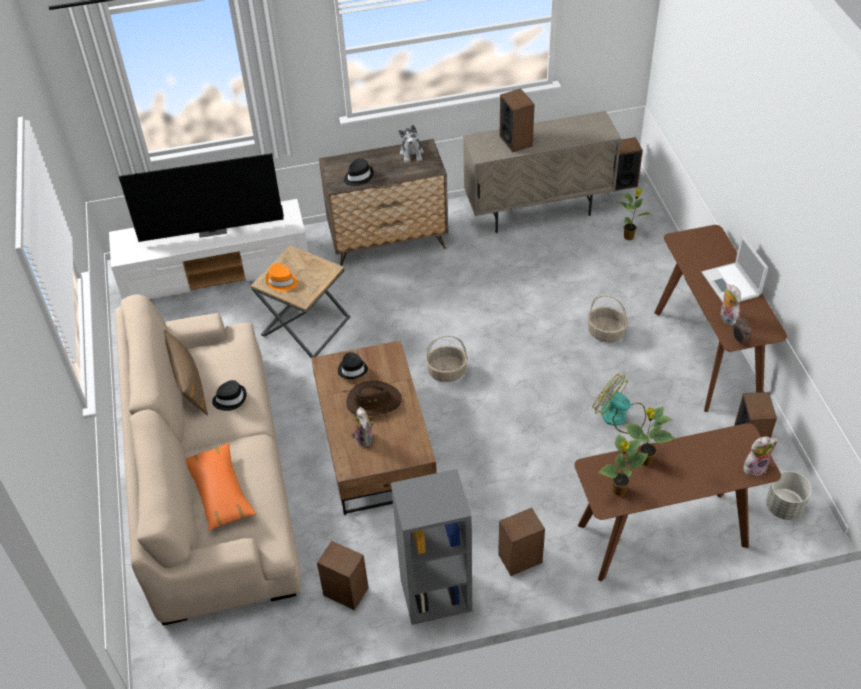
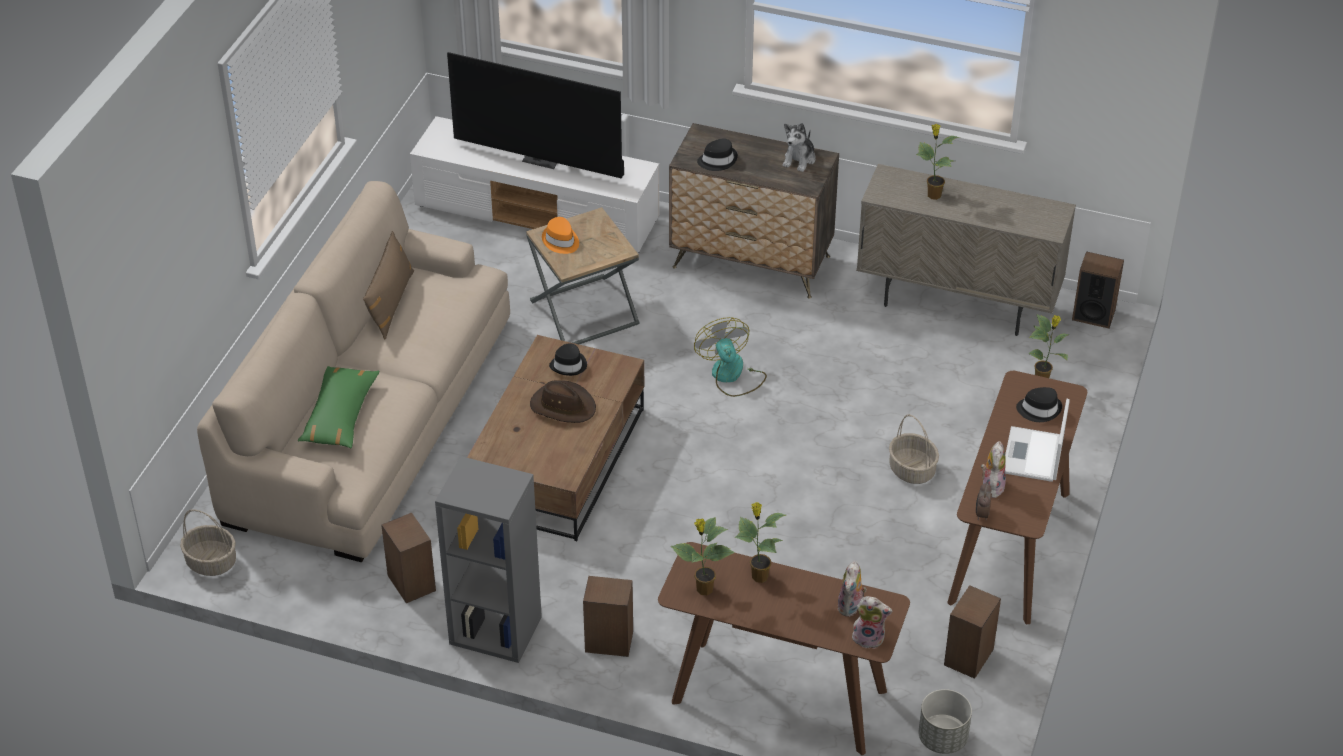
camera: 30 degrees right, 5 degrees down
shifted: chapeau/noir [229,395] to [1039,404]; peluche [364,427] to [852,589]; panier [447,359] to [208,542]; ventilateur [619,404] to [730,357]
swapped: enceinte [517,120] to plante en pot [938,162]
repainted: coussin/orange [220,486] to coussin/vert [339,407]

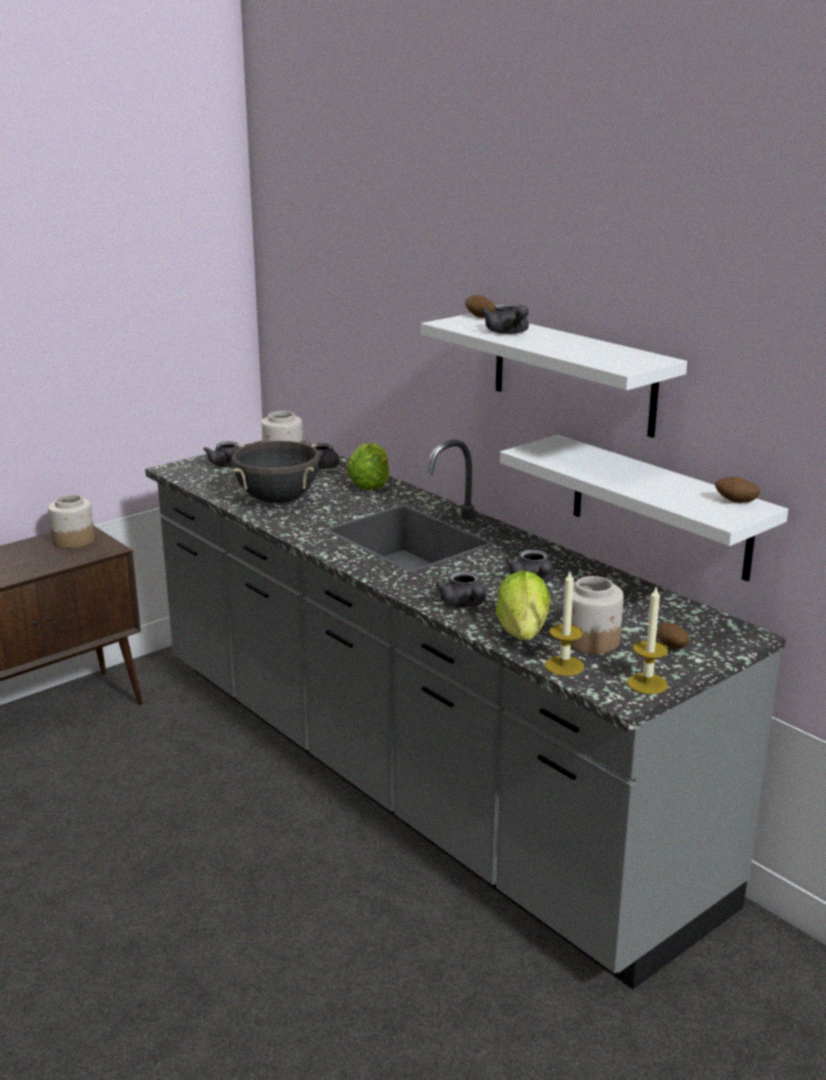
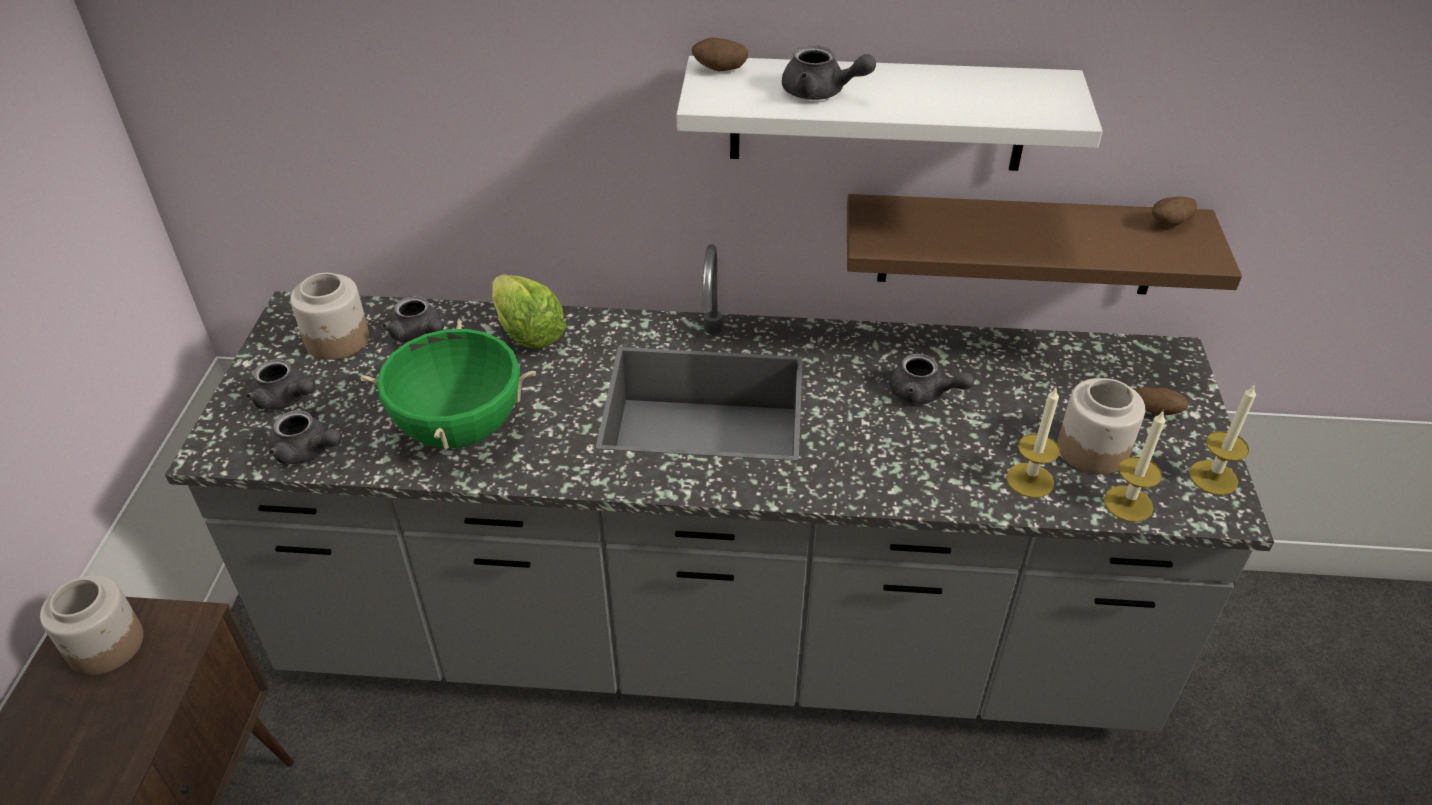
camera: 45 degrees left, 20 degrees up
shifted: théière/gris [461,589] to [305,437]
swapped: laitue [523,605] to bougie [1033,443]
repainted: marmite/noir [276,472] to marmite/vert [448,384]; étagère/blanc [644,508] to étagère/marron [1044,244]

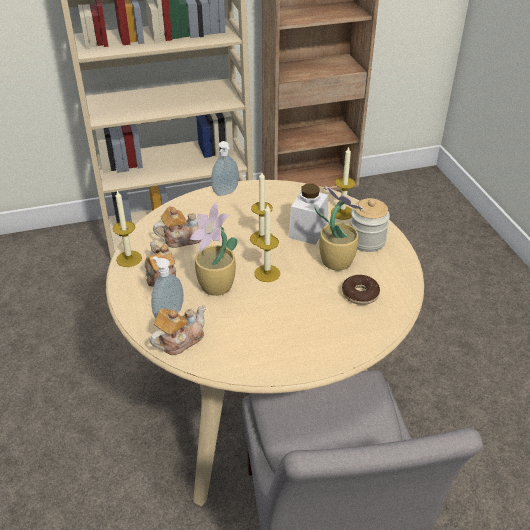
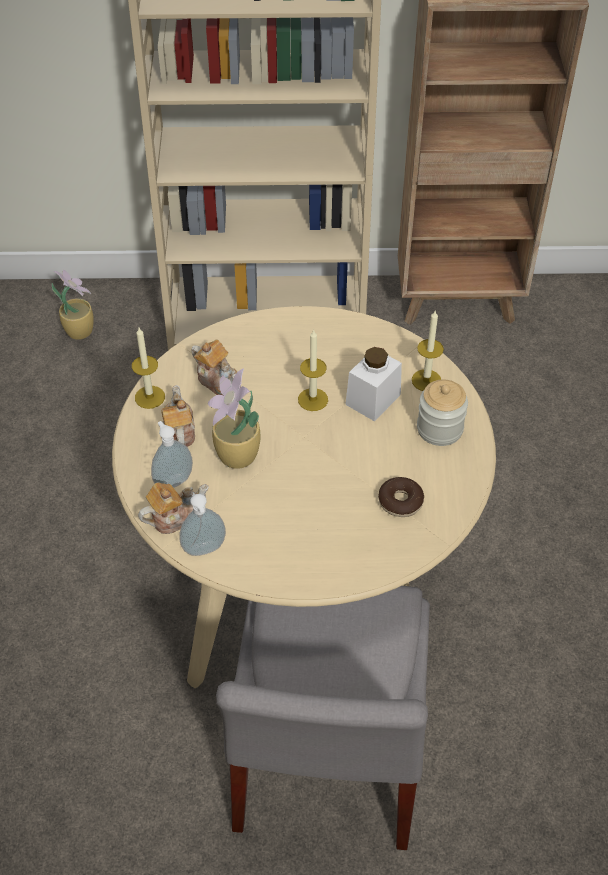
camera: 15 degrees right, 10 degrees up
gone: bougie [267,243]
shifted: distributeur de savon [225,168] to [202,525]; plante en pot [339,228] to [73,305]
rotated: théière [180,227] = [214,367] 45 degrees clockwise

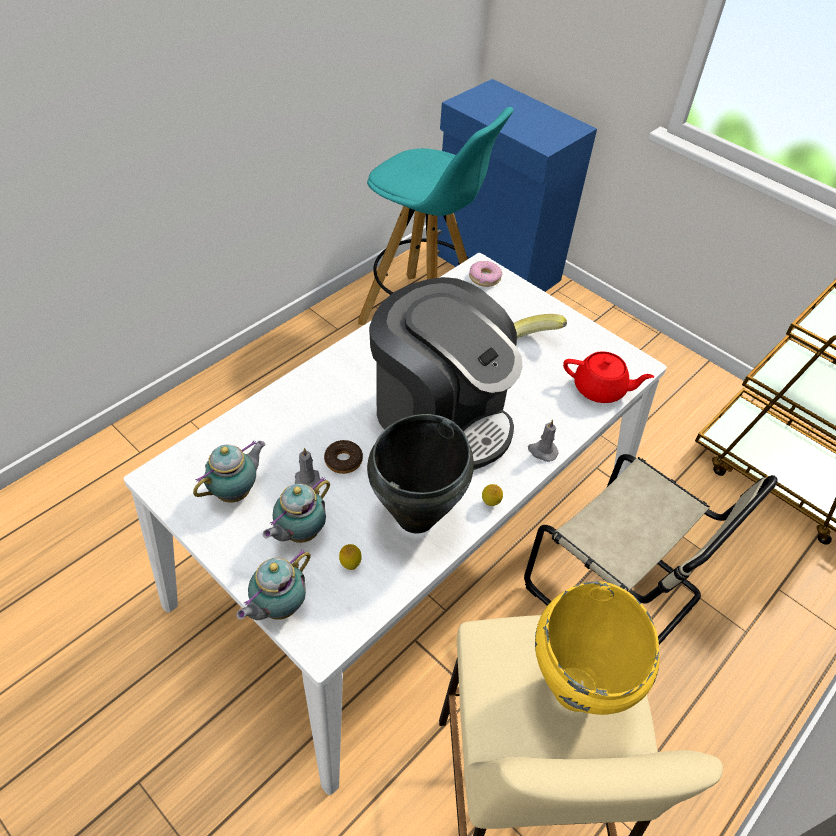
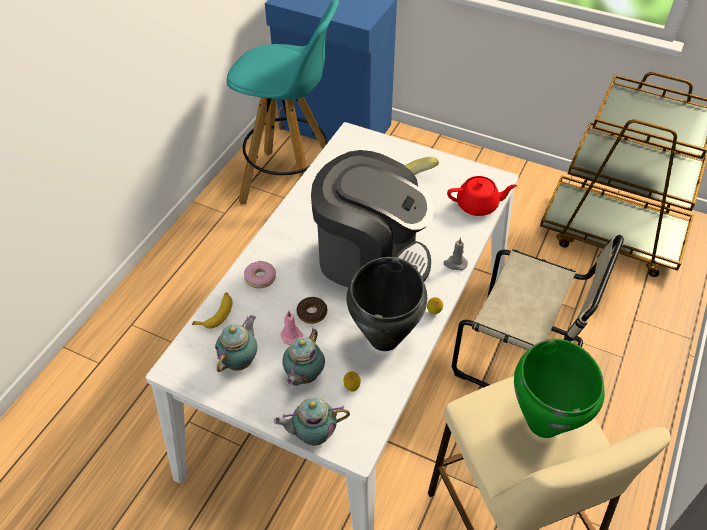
camera: 15 degrees left, 0 degrees up
new: banane [212,310]
shifted: beignet [485,274] to [260,274]
repainted: bougie/gris [308,468] to bougie/rose [291,328]; marmite/jaune [597,648] to marmite/vert [559,388]
rotated: théière [273,584] = [312,421] 60 degrees clockwise

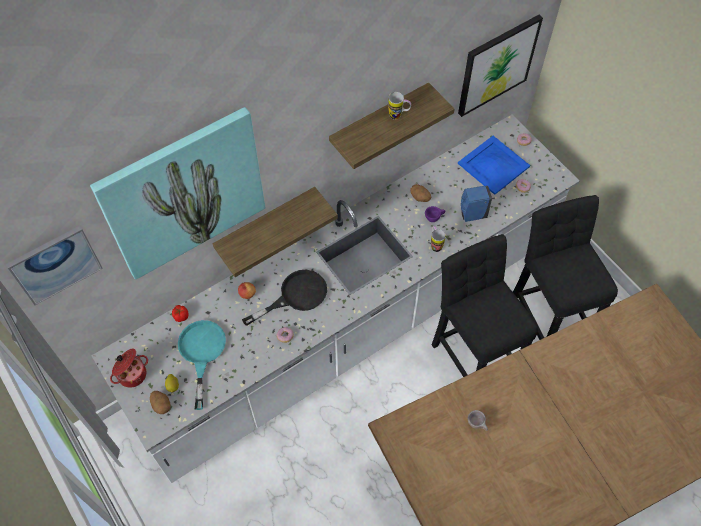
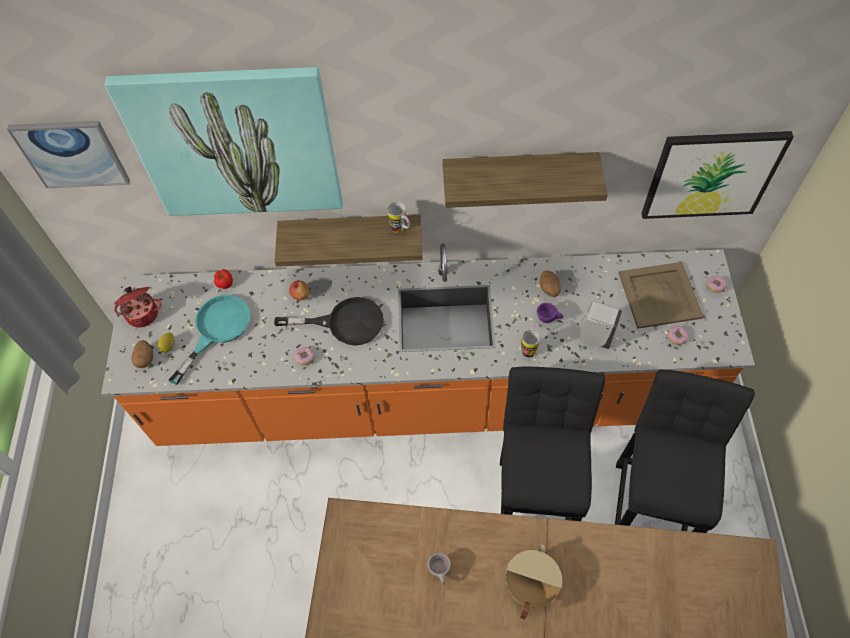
camera: 35 degrees right, 0 degrees up
new: marmite/beige [534,582]
shifted: mug [399,106] to [398,217]
repainted: comptoir de cuisine/blanc [335,299] to comptoir de cuisine/orange [428,345]; plateau/bleu [494,165] to plateau/beige [661,295]; distributeur de savon/bleu [476,204] to distributeur de savon/blanc [601,325]

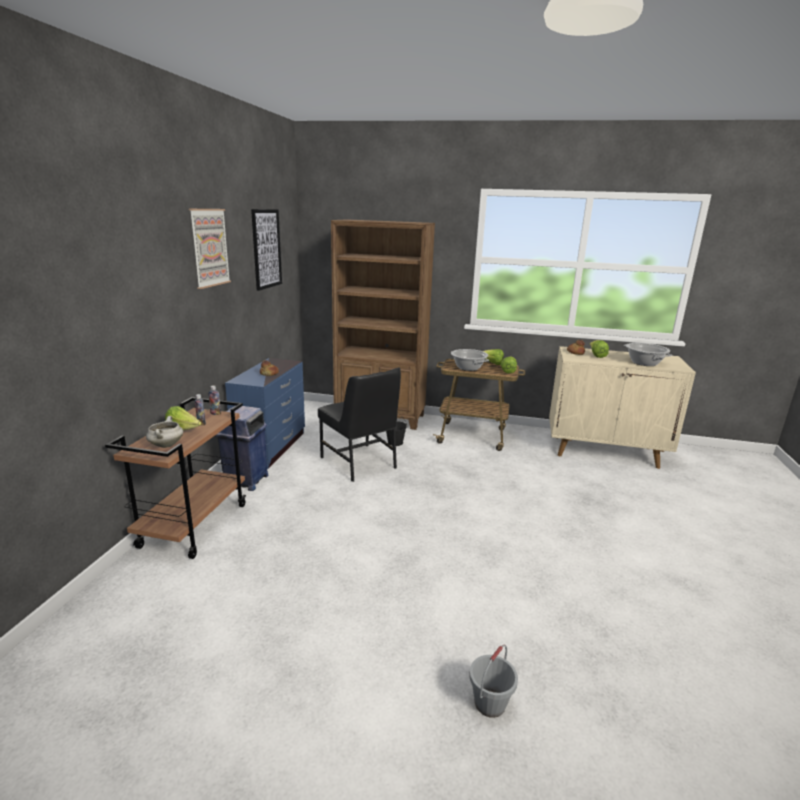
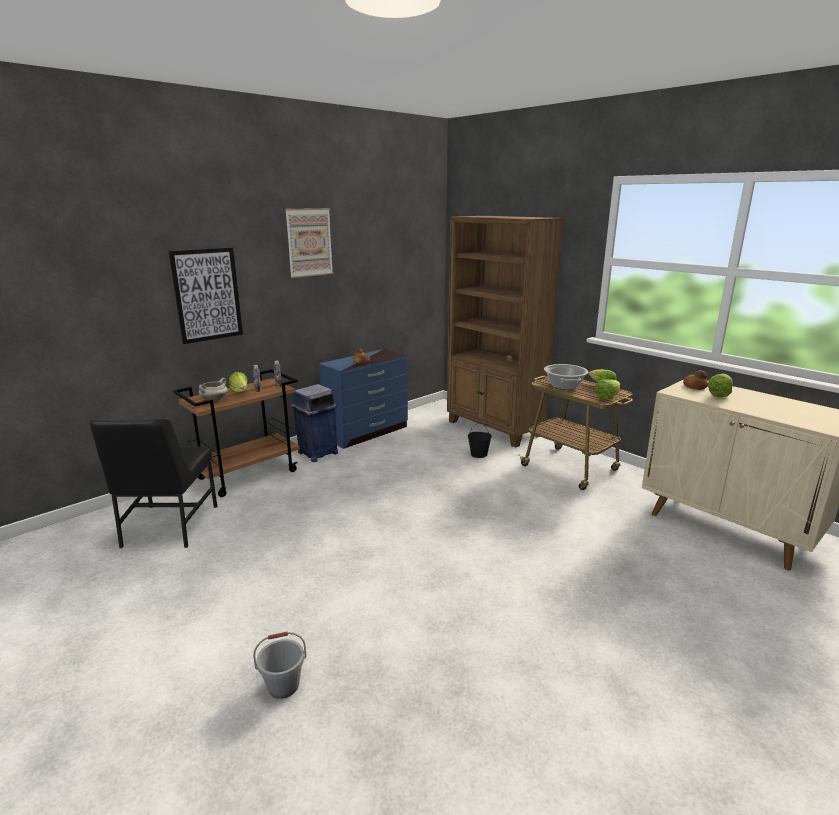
camera: 35 degrees right, 0 degrees up
gone: marmite [648,354]
shifted: tableau [266,250] to [206,295]; chaise/noir [359,425] to [153,483]

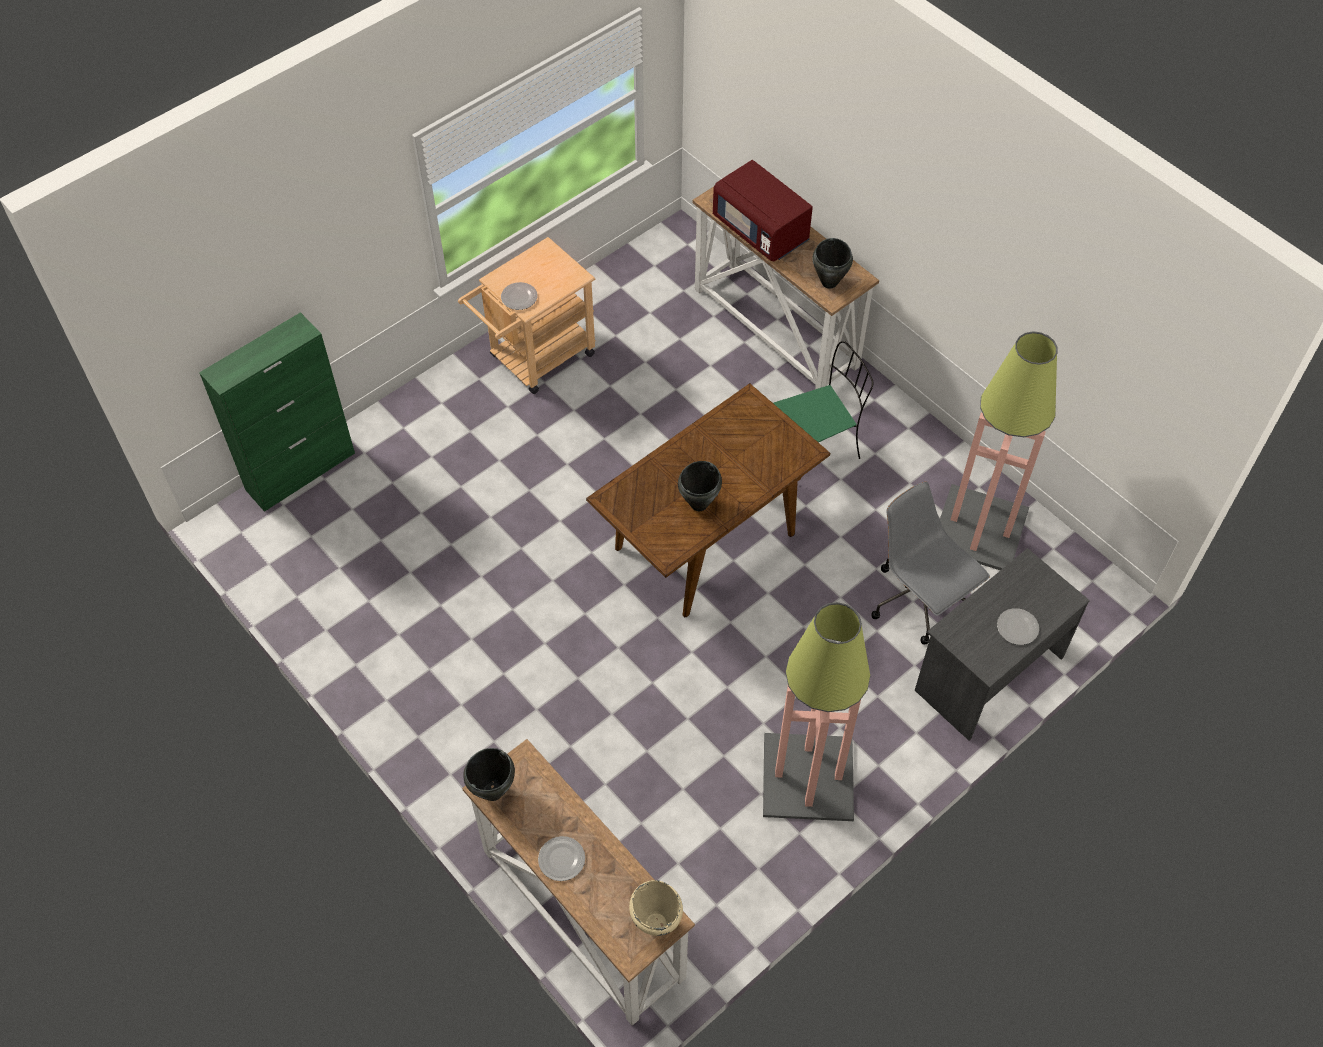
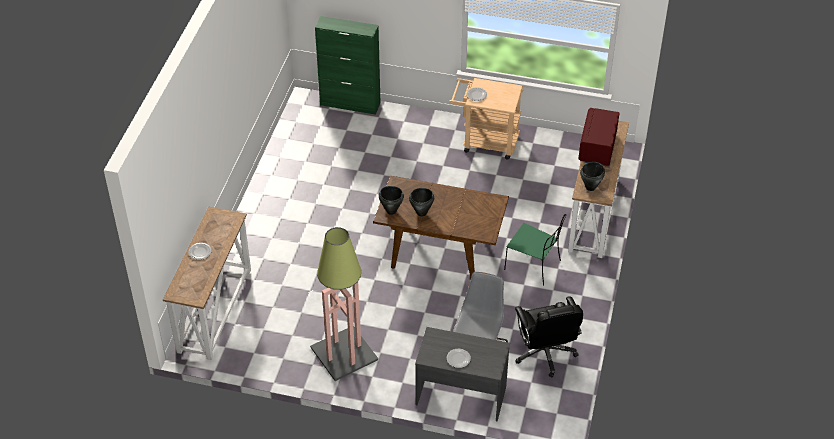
camera: 55 degrees right, 10 degrees down
gone: marmite/beige [656,908]
shifted: marmite/noir [489,774] to [391,200]
swapped: lampadaire [999,450] to chaise de bureau/noir [549,337]

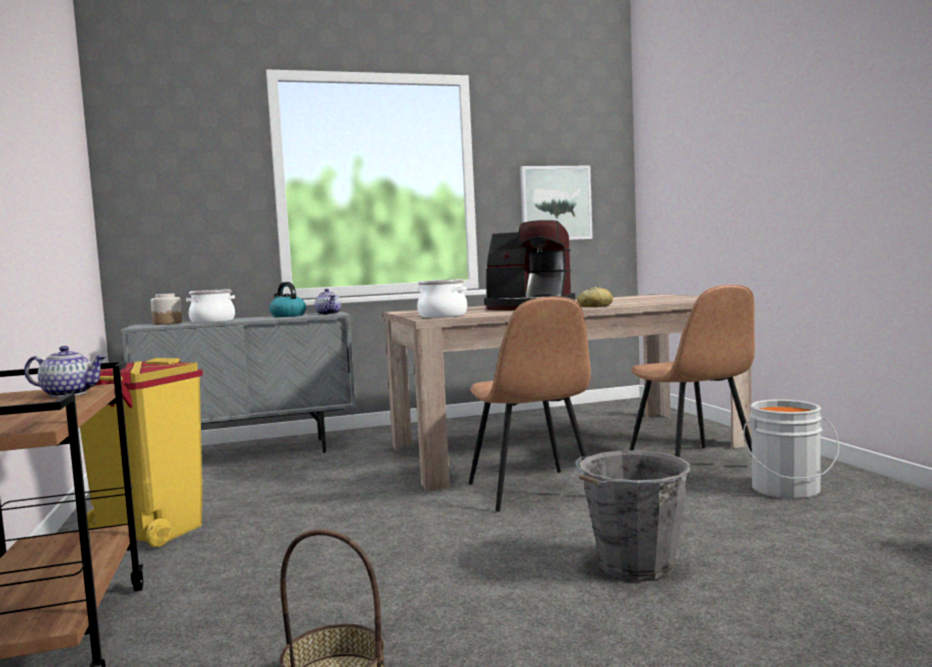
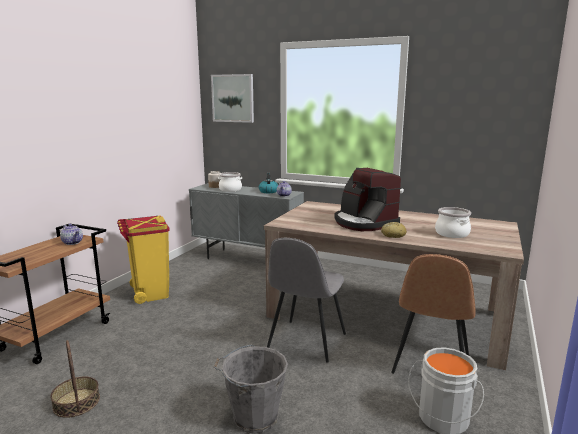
camera: 40 degrees right, 10 degrees up
shifted: marmite [442,298] to [453,222]; tableau [556,203] to [232,98]
repainted: chaise/marron [530,404] to chaise/gris [306,300]

